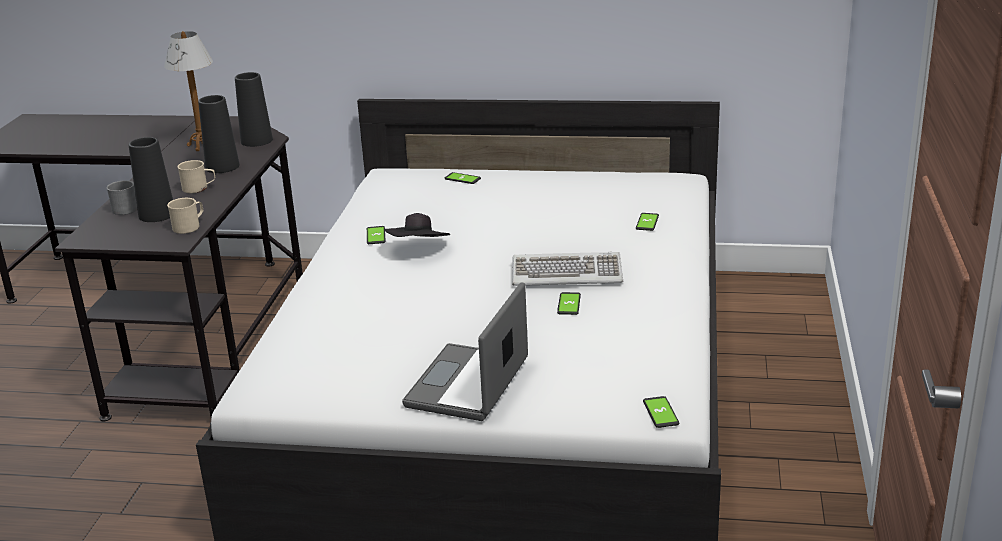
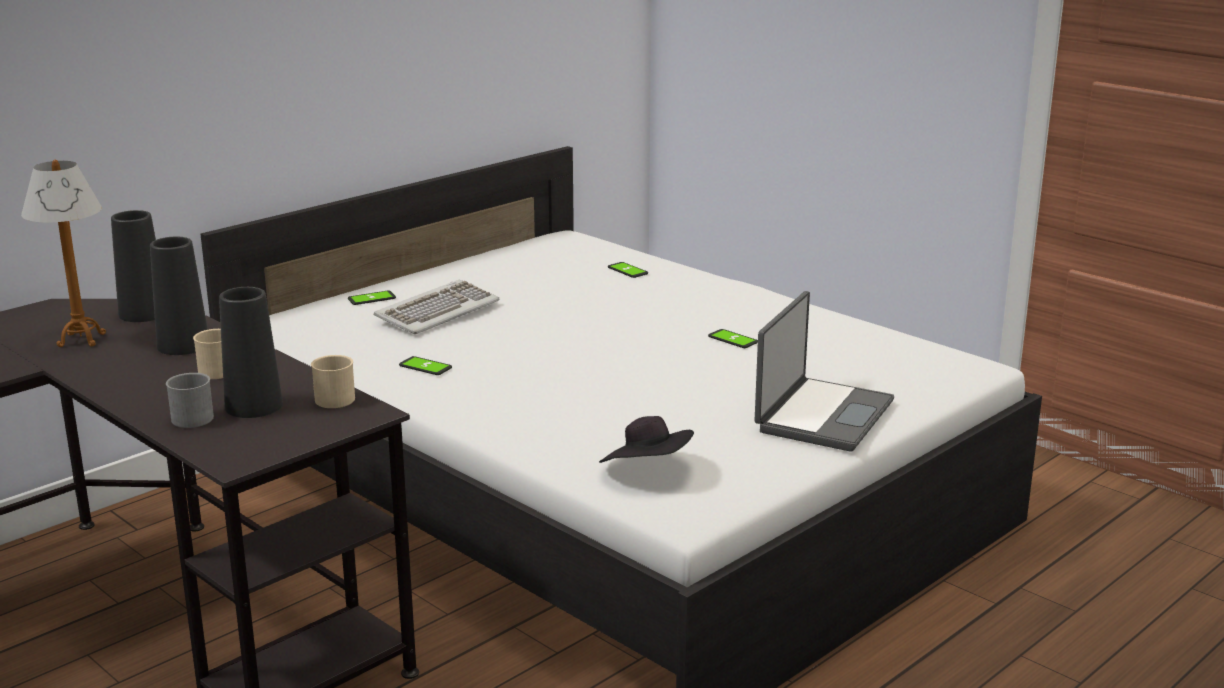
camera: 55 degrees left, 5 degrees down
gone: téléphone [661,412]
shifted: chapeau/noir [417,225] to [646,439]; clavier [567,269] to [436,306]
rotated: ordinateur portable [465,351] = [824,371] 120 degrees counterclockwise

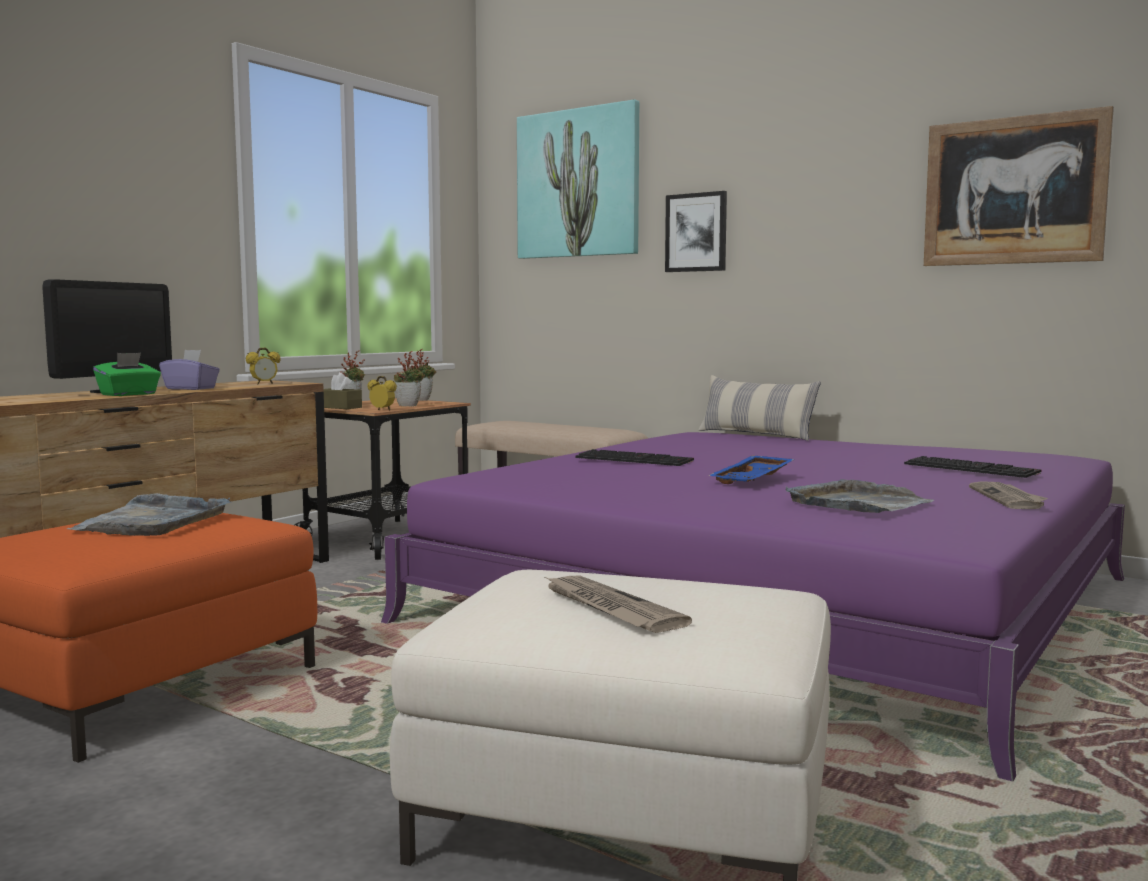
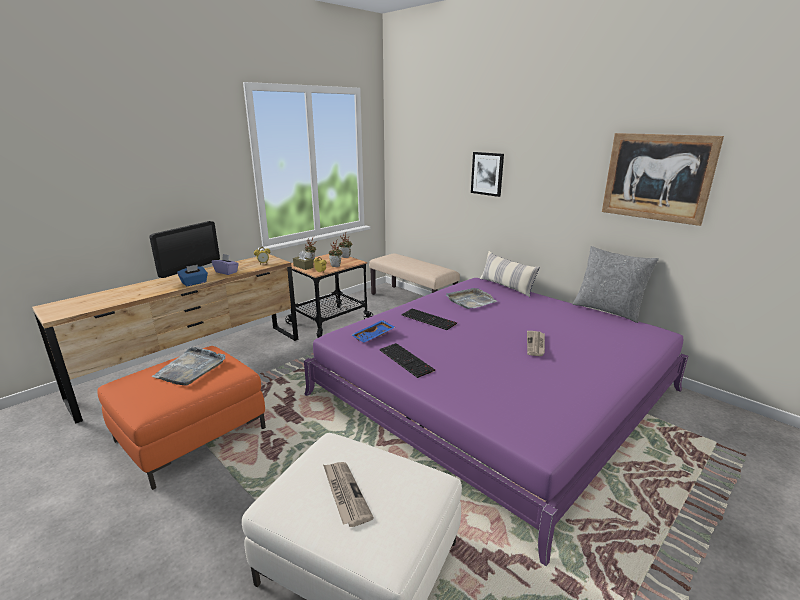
camera: 10 degrees right, 15 degrees up
gone: tableau [578,179]
new: coussin/gris [616,284]
shifted: plateau/bleu [751,470] to [373,331]; plateau/gris [859,496] to [471,298]; clavier [972,467] to [407,360]; journal [1008,495] to [536,343]
repainted: boîte à mouchoirs/vert [127,374] to boîte à mouchoirs/bleu [192,275]

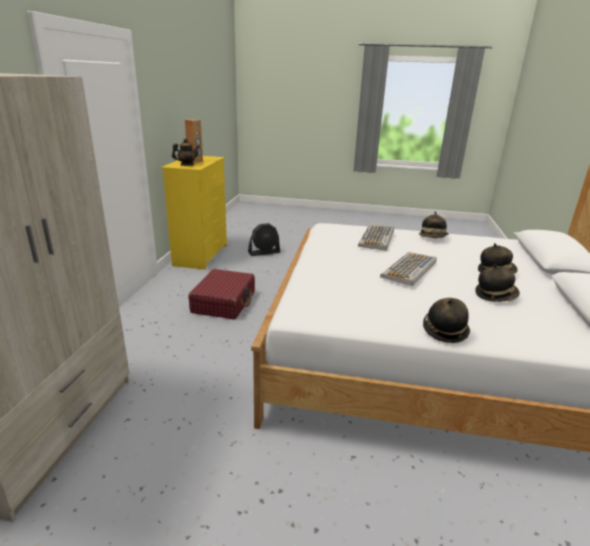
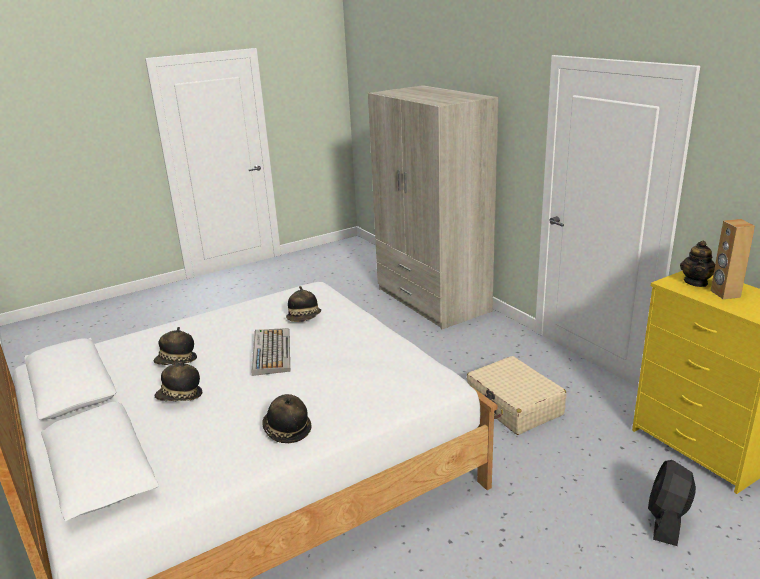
camera: 140 degrees right, 0 degrees up
gone: clavier [376,238]
shifted: chapeau [446,320] to [303,304]
repainted: valise/rouge [222,294] to valise/beige [516,395]

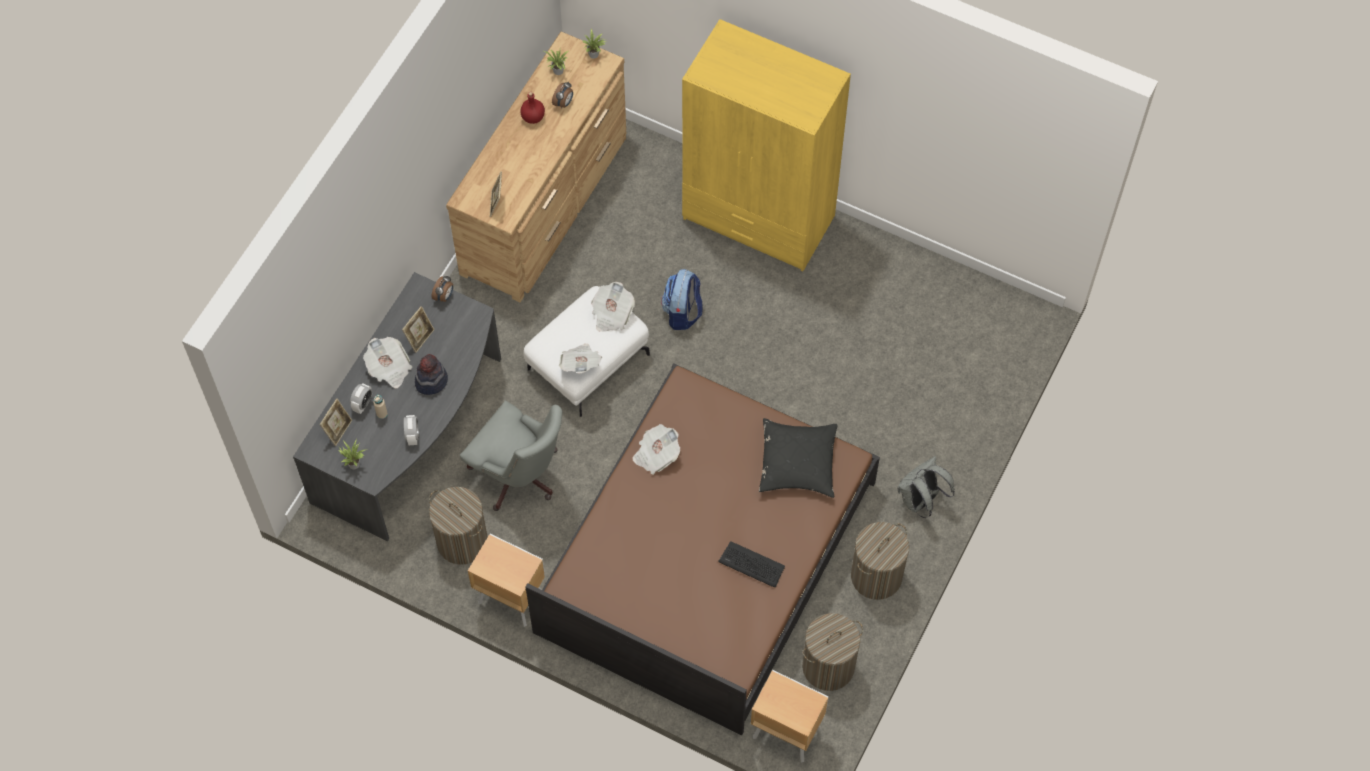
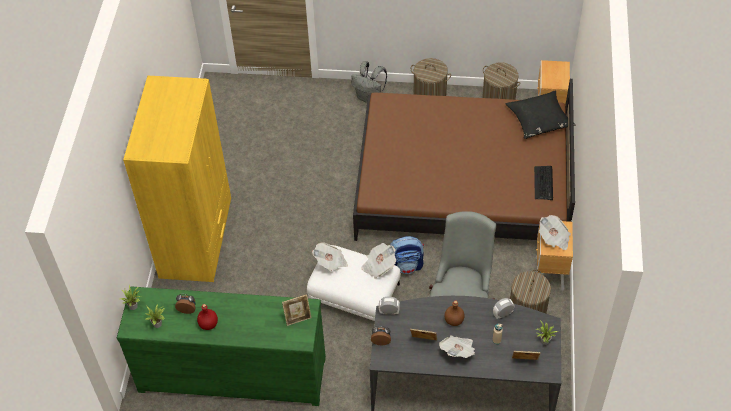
camera: 110 degrees left, 10 degrees down
shifted: réveil [361,398] to [389,305]; journal [656,449] to [555,232]; sac à dos [682,299] to [407,255]; clavier [751,564] to [543,183]; coussin/noir [798,458] to [541,115]
swapped: chapeau [431,374] to bouteille/marron [454,313]
repainted: commode/marron [536,167] to commode/vert [221,346]

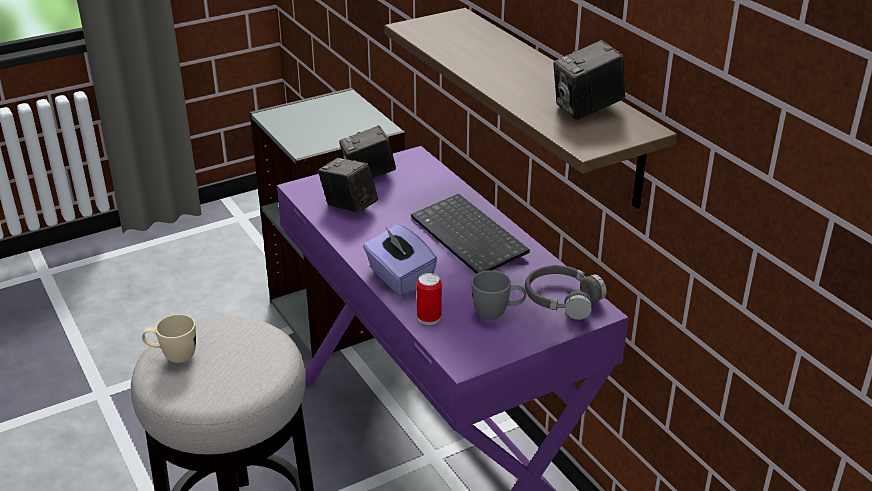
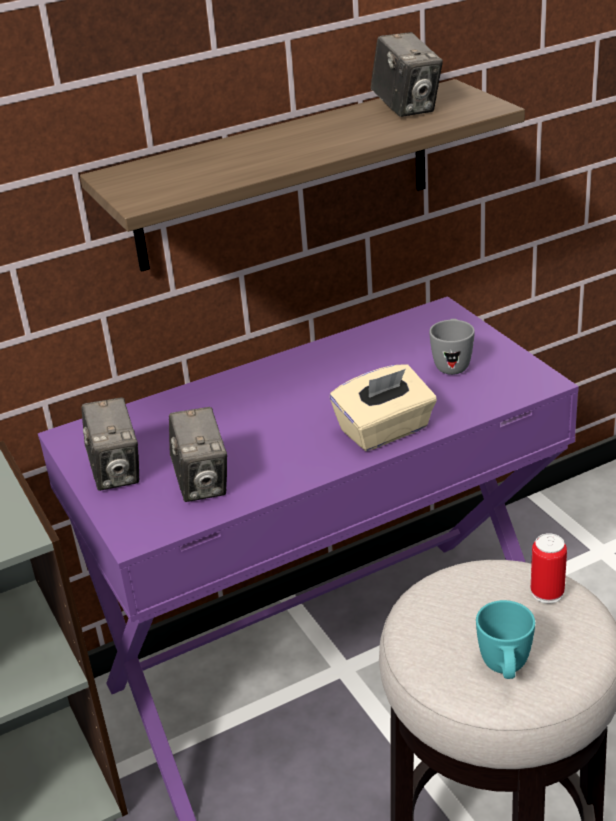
camera: 85 degrees left, 0 degrees up
gone: clavier [470,234]; casque audio/gris [566,292]
shifted: boîte métallique [429,299] to [549,568]
repainted: mug/beige [169,338] to mug/turquoise [505,639]; boîte à mouchoirs/violet [400,260] to boîte à mouchoirs/beige [383,407]
rotated: appareil photo [348,185] = [198,454] 60 degrees counterclockwise

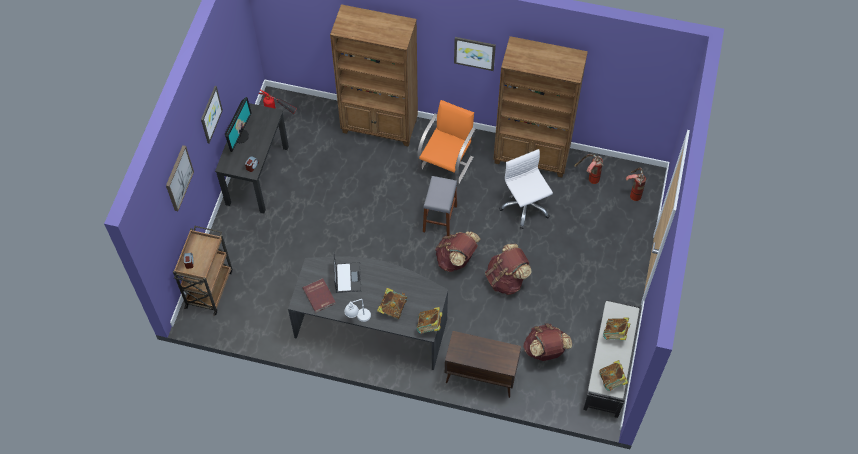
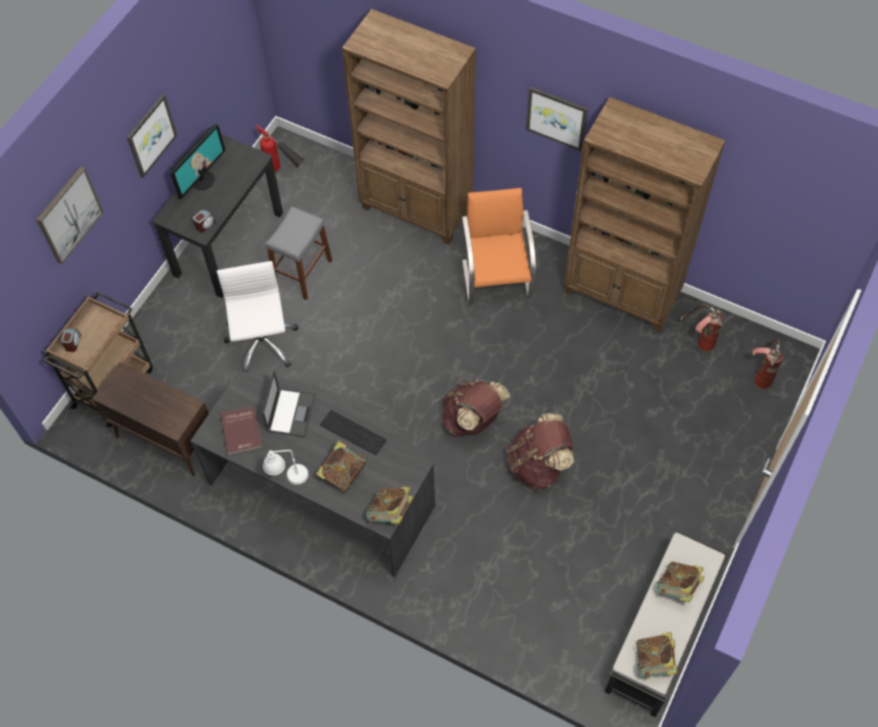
camera: 15 degrees right, 0 degrees up
gone: sac à dos/marron [548,342]
new: clavier [353,432]
shifted: tabouret/gris [440,206] to [299,253]; meuble de rangement/marron [483,364] to [150,419]; chaise de bureau/blanc [526,189] to [257,316]
rotated: chaise/orange [446,142] = [499,246] 45 degrees counterclockwise

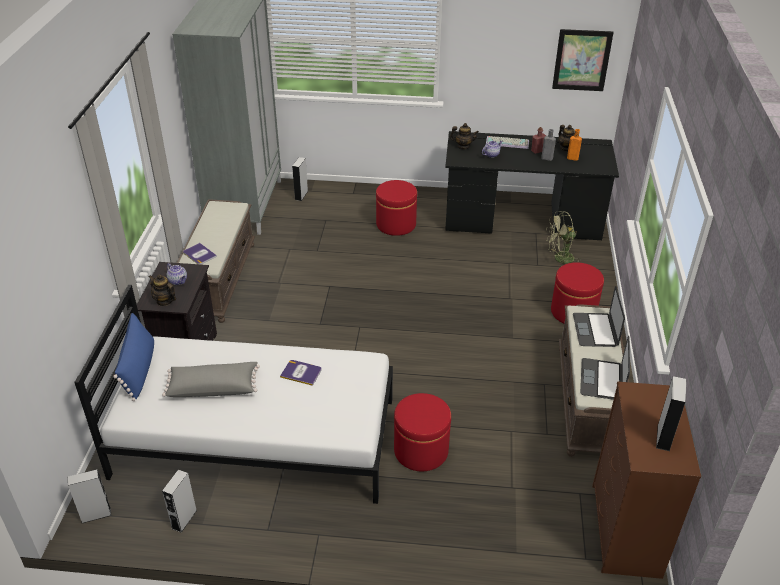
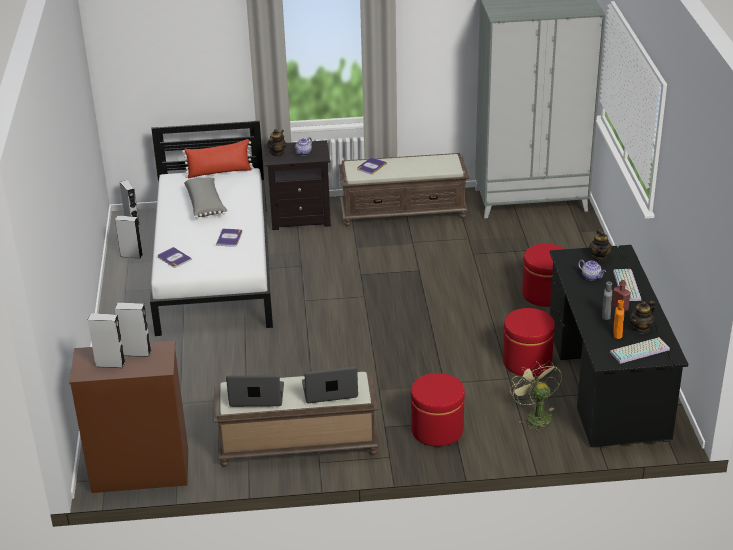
camera: 80 degrees right, 5 degrees down
gone: tableau [583,60]
new: livre [175,257]; clavier [640,350]
shifted: enceinte/gris [300,179] to [133,330]; pouf/rouge [422,432] to [529,342]
repainted: coussin/bleu [133,357] to coussin/rouge [218,158]

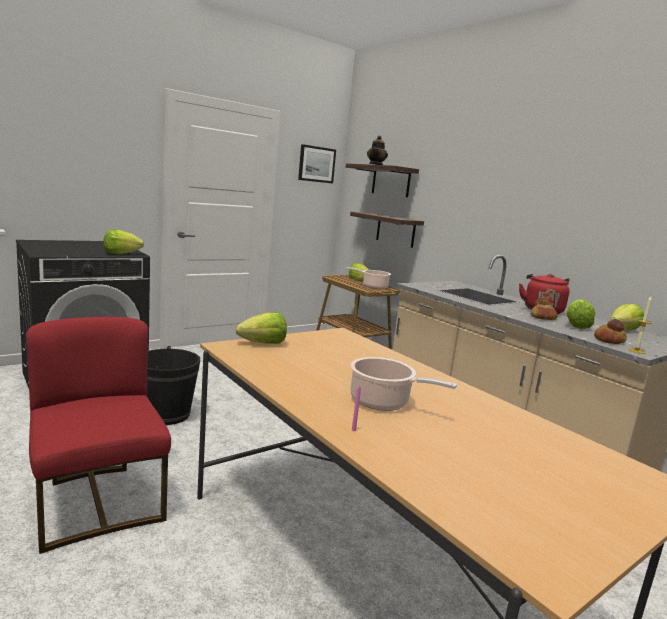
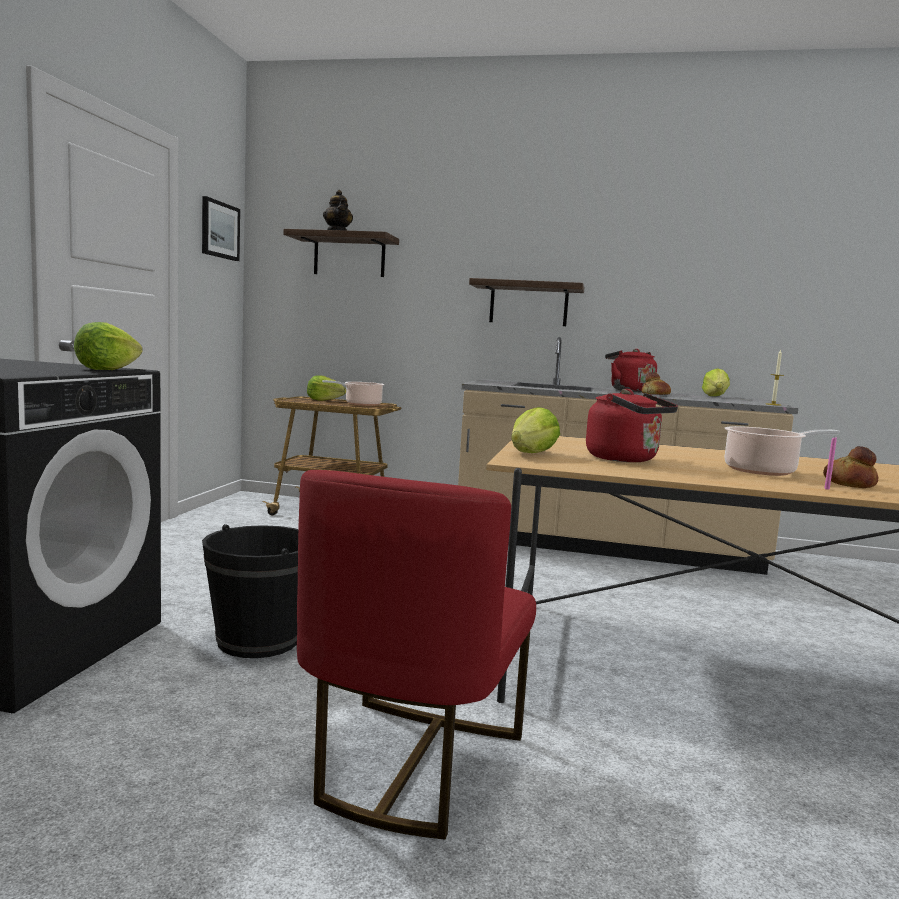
camera: 40 degrees left, 5 degrees down
gone: laitue [580,314]
new: bouilloire/rouge [632,425]
shifted: étagère [387,230] to [526,302]; pain [610,331] to [850,467]
rotated: chaise/rouge [98,435] = [416,655] 90 degrees counterclockwise

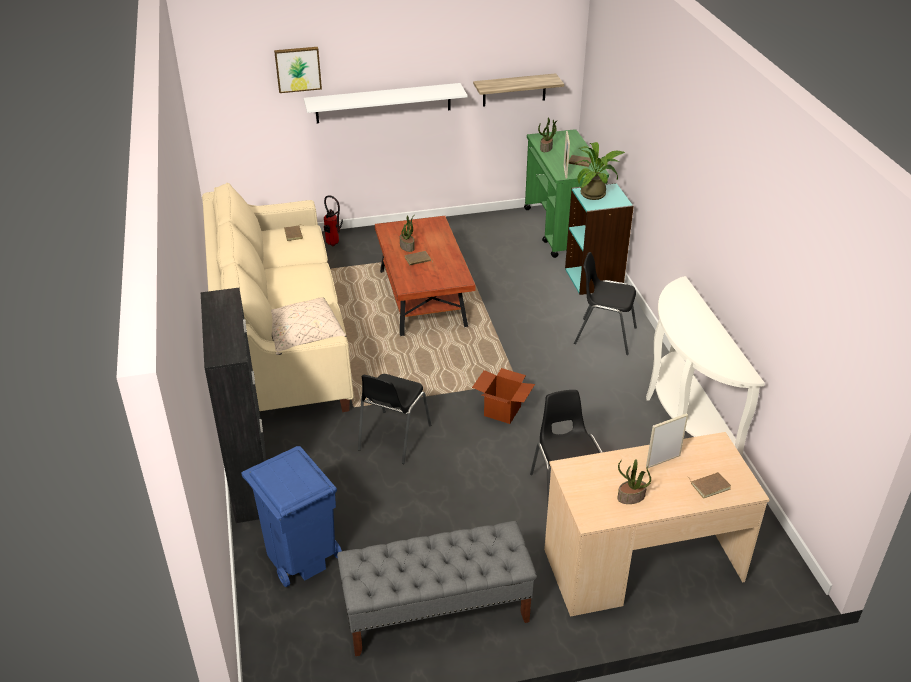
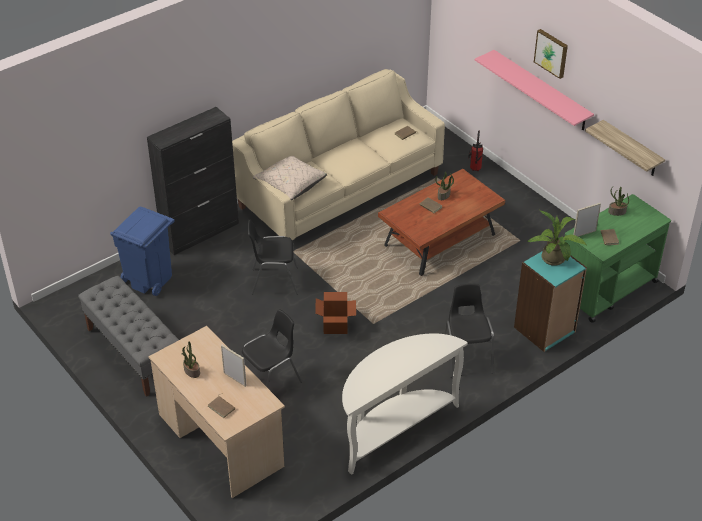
camera: 65 degrees right, 5 degrees up
shifted: tableau [298,70] to [551,54]
repainted: étagère/blanc [385,103] to étagère/rose [534,90]

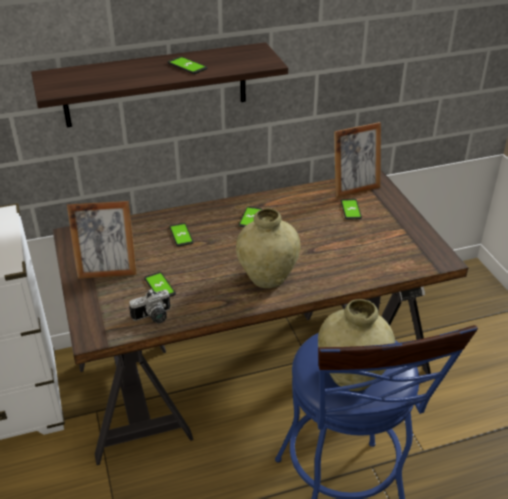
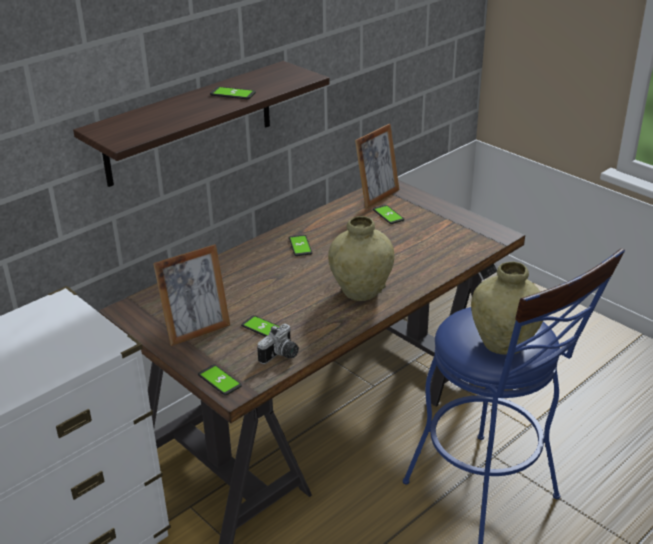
camera: 25 degrees left, 5 degrees down
shifted: téléphone [181,235] to [220,379]

